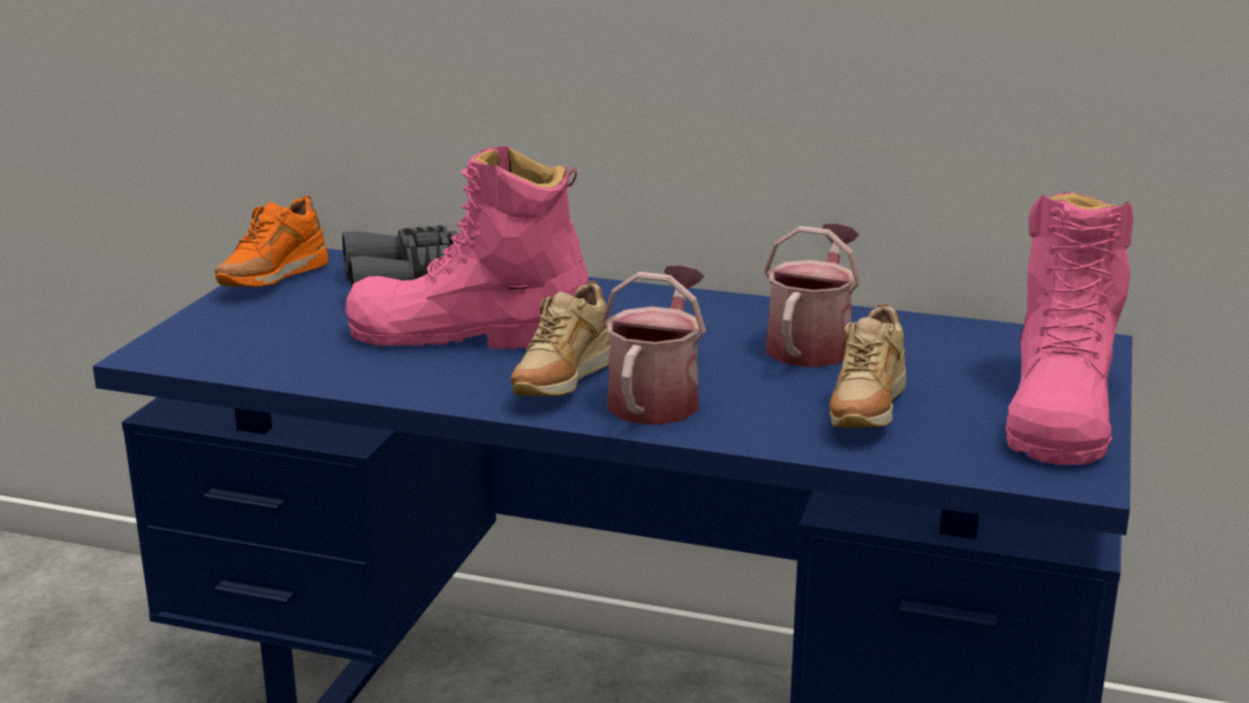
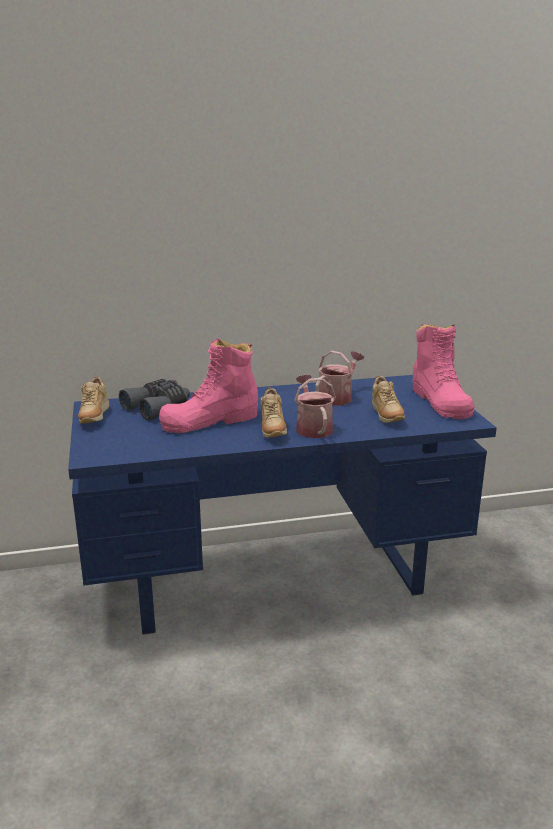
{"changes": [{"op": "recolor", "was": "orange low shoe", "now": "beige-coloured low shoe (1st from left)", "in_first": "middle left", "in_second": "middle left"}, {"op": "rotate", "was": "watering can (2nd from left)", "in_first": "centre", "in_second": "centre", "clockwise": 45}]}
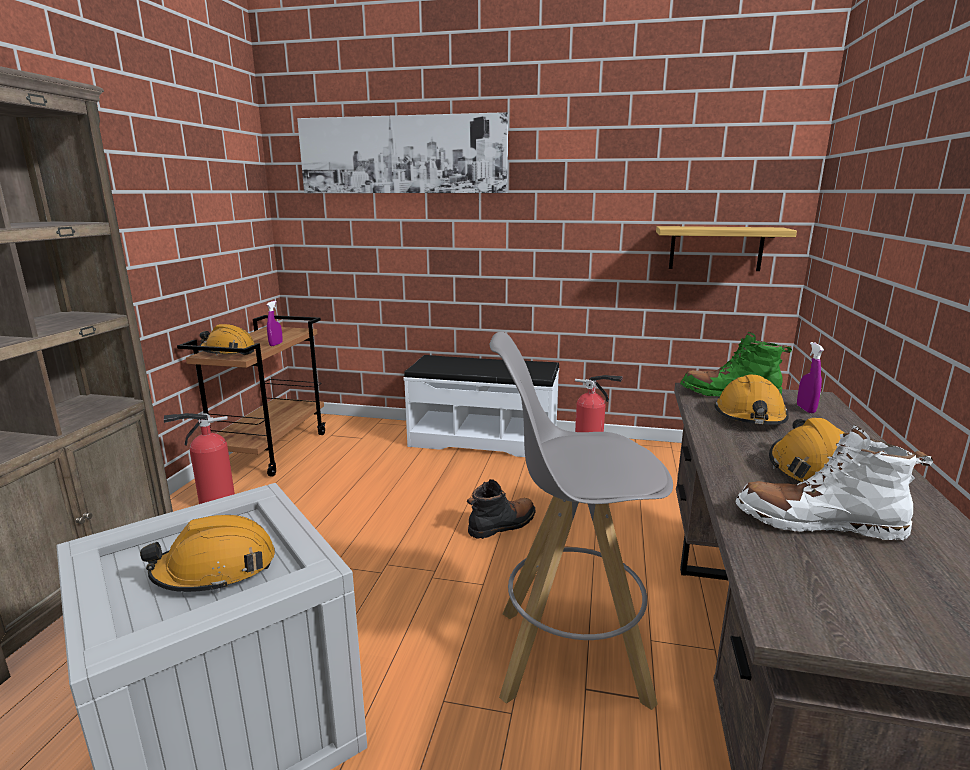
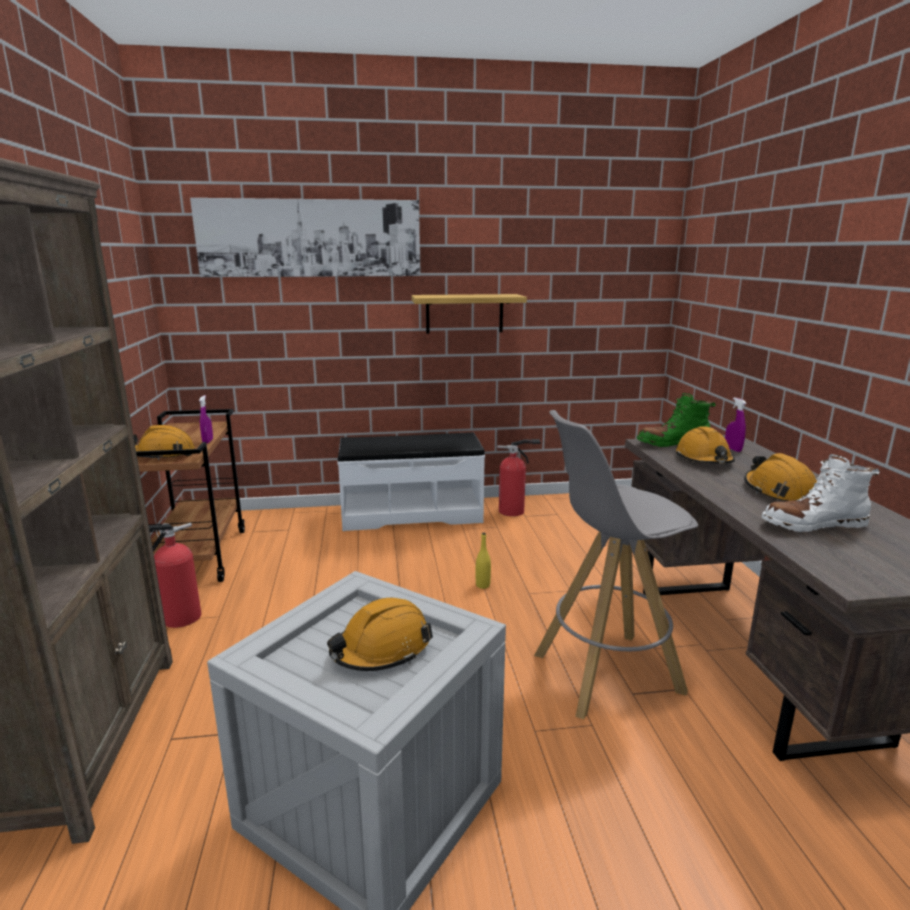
{"changes": [{"op": "move", "was": "wall shelf", "in_first": "top right", "in_second": "centre"}, {"op": "replace", "was": "black-coloured boot", "now": "yellow drink bottle", "in_first": "centre", "in_second": "centre"}]}
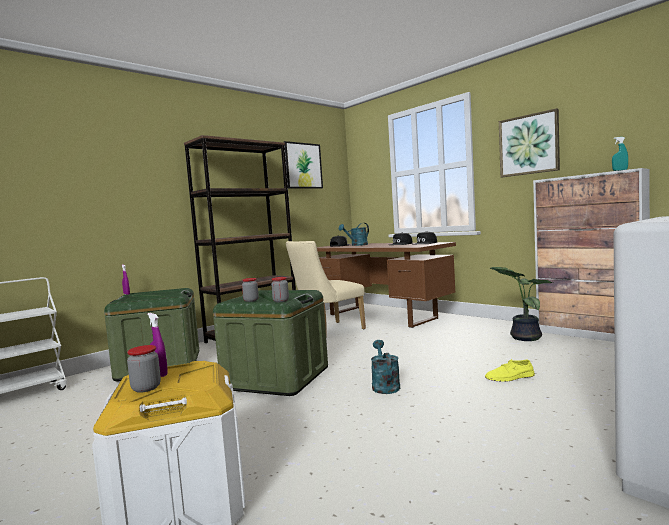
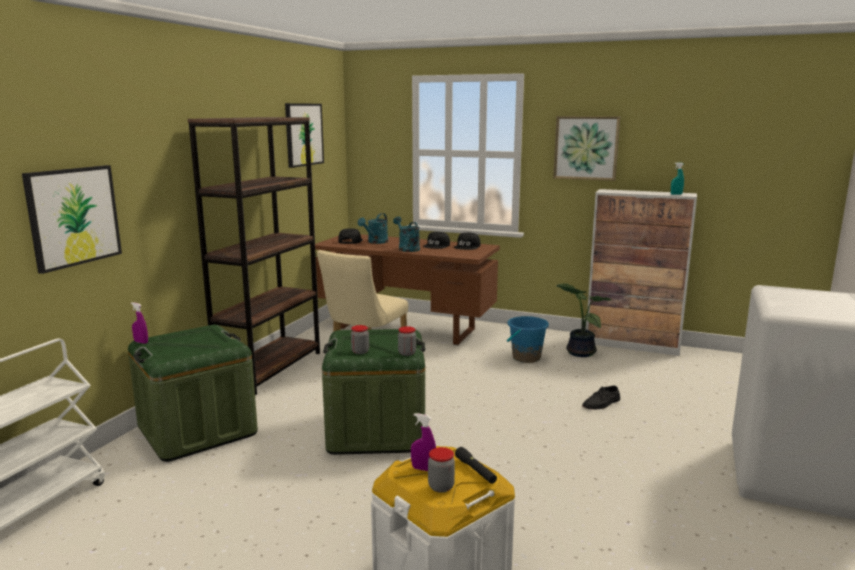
{"changes": [{"op": "insert", "now": "picture (1st from left)", "in_second": "middle left"}, {"op": "move", "was": "turquoise-coloured watering can (2nd from left)", "in_first": "bottom centre", "in_second": "centre"}, {"op": "insert", "now": "black-coloured flashlight", "in_second": "bottom centre"}, {"op": "insert", "now": "blue bucket", "in_second": "centre"}, {"op": "recolor", "was": "yellow low shoe", "now": "black-coloured low shoe", "in_first": "bottom right", "in_second": "bottom right"}]}
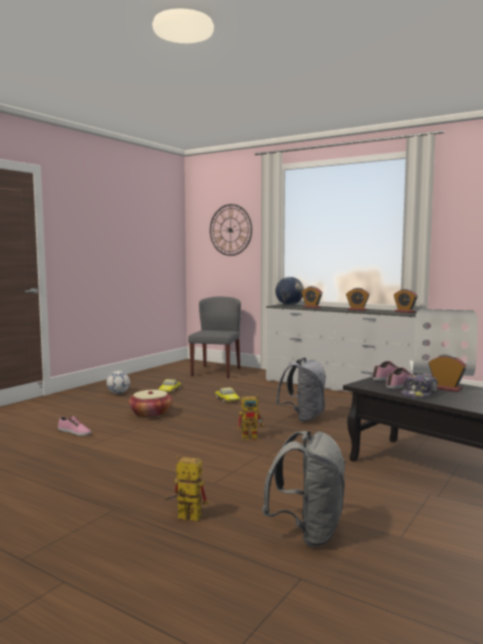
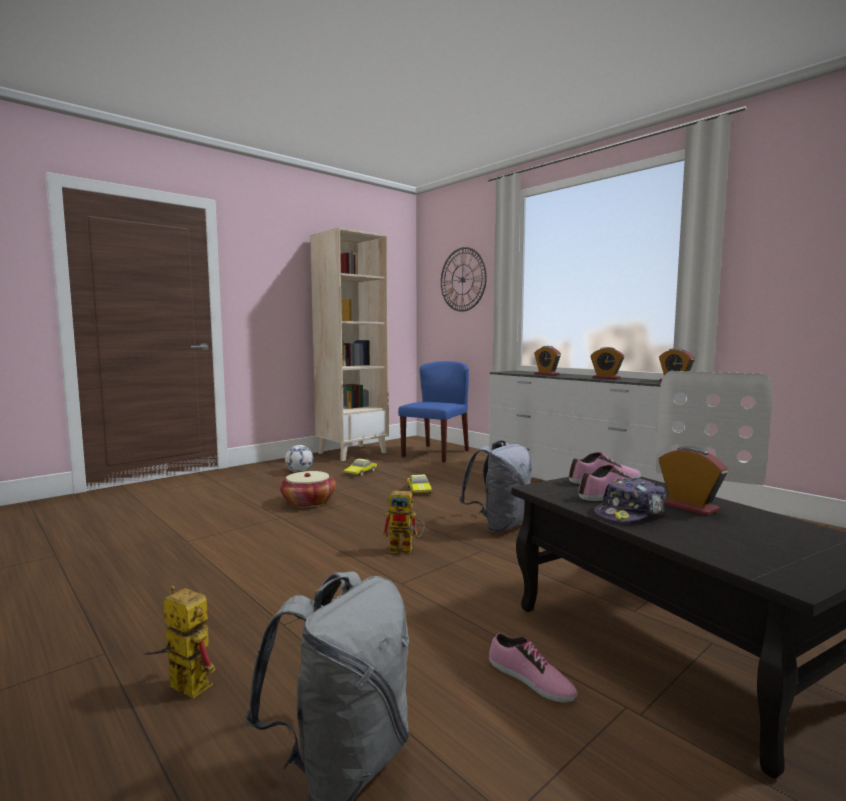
{"changes": [{"op": "insert", "now": "beige-coloured bookcase", "in_second": "centre"}, {"op": "recolor", "was": "grey plain chair", "now": "blue plain chair", "in_first": "centre", "in_second": "centre"}, {"op": "move", "was": "low shoe (1st from left)", "in_first": "middle left", "in_second": "bottom centre"}, {"op": "delete", "was": "world globe", "in_first": "centre"}]}
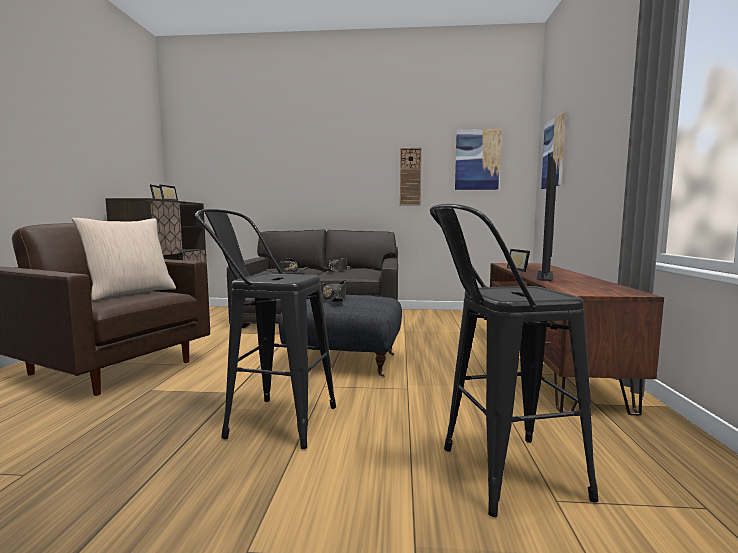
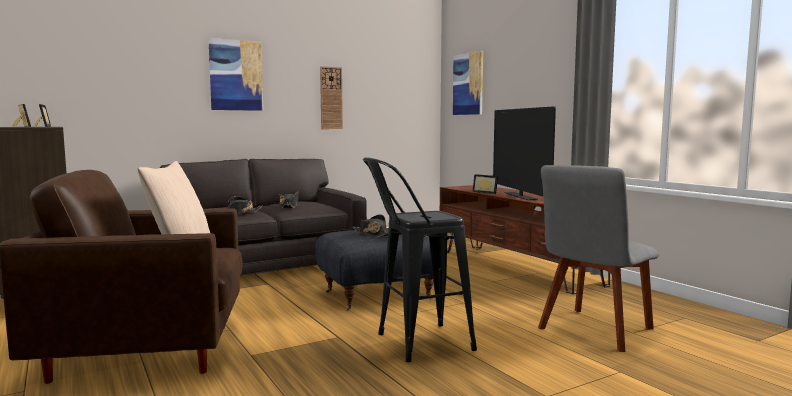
{"changes": [{"op": "move", "was": "picture (1st from left)", "in_first": "top centre", "in_second": "top left"}, {"op": "replace", "was": "black-coloured stool (2nd from left)", "now": "grey plain chair", "in_first": "middle right", "in_second": "middle right"}]}
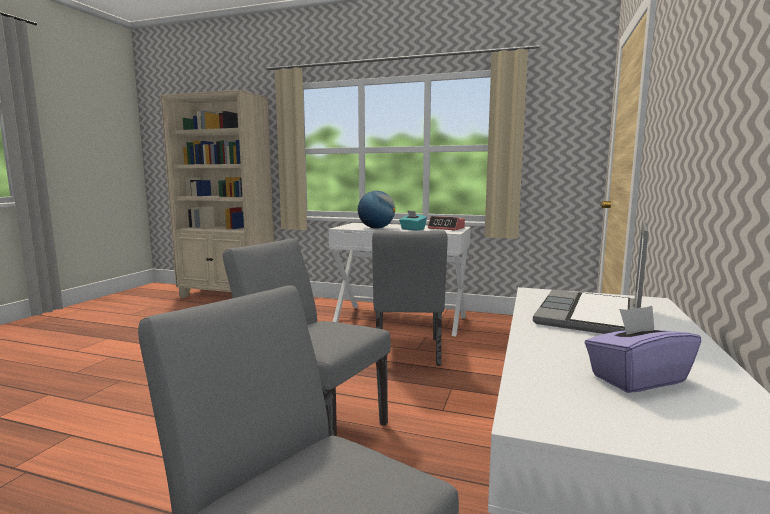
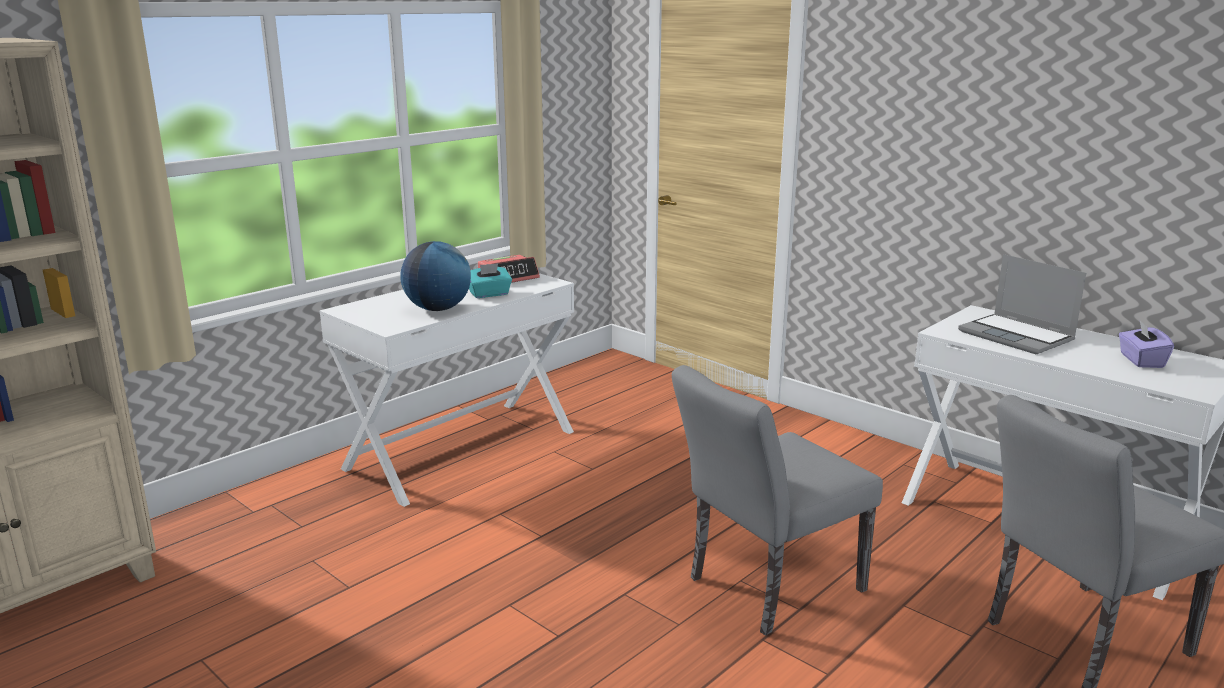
{"changes": [{"op": "delete", "was": "grey plain chair (3rd from left)", "in_first": "centre"}]}
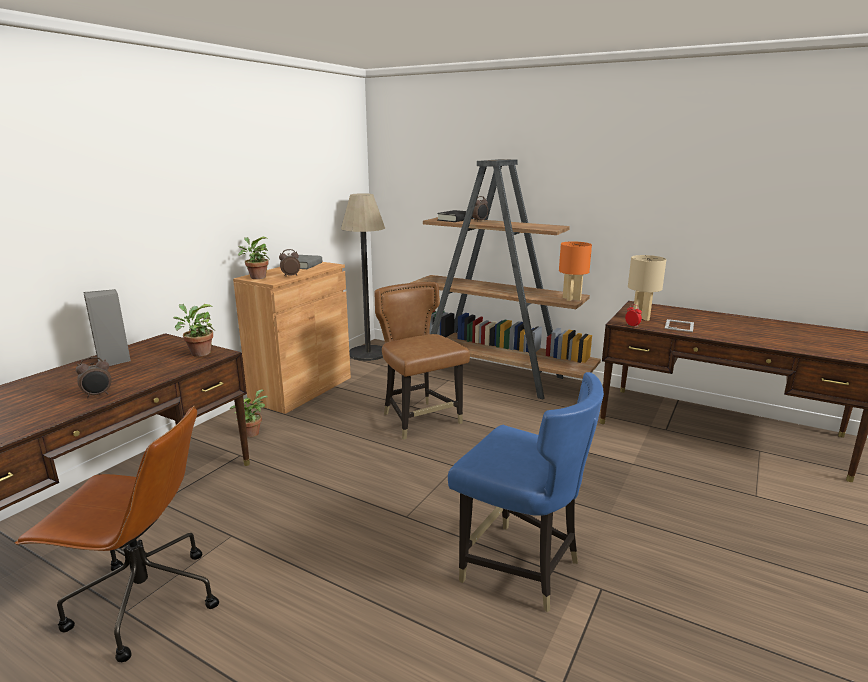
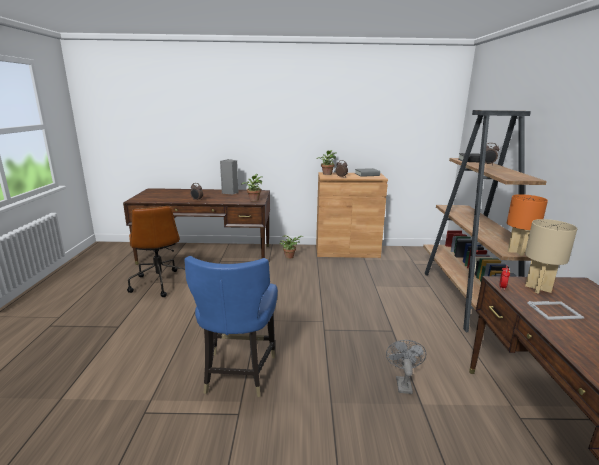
{"changes": [{"op": "insert", "now": "grey electric fan", "in_second": "bottom right"}, {"op": "delete", "was": "standing lamp", "in_first": "centre"}, {"op": "delete", "was": "brown-coloured plain chair", "in_first": "centre"}]}
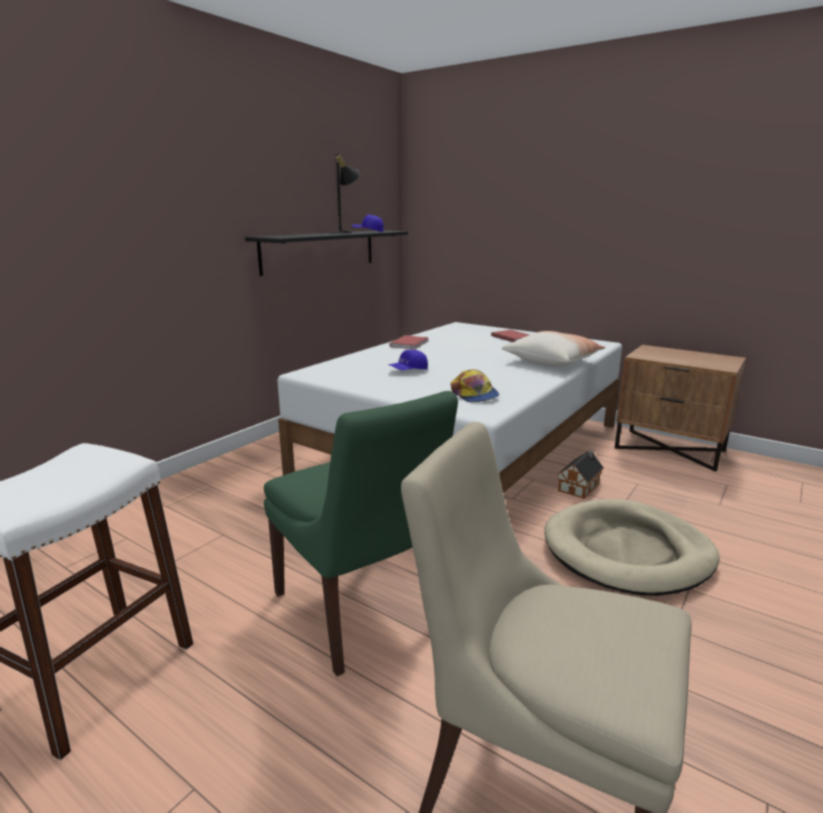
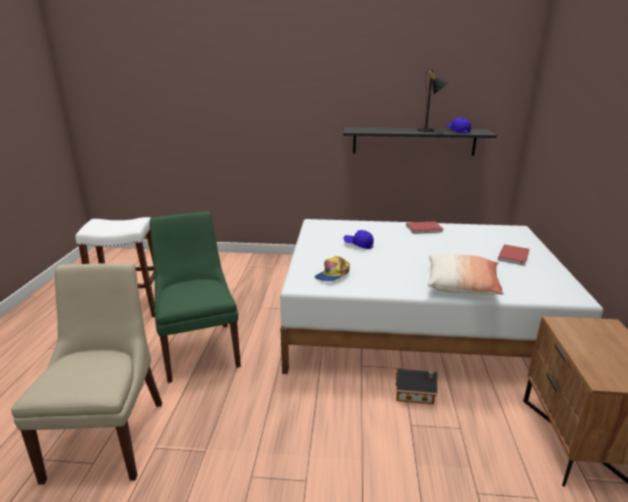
{"changes": [{"op": "rotate", "was": "greenish plain chair", "in_first": "centre", "in_second": "middle left", "clockwise": 135}, {"op": "delete", "was": "beige-coloured pet bed", "in_first": "bottom right"}]}
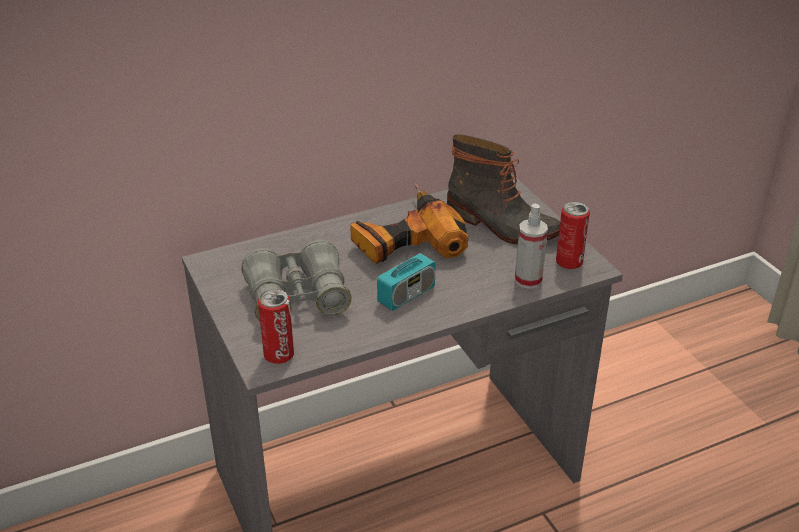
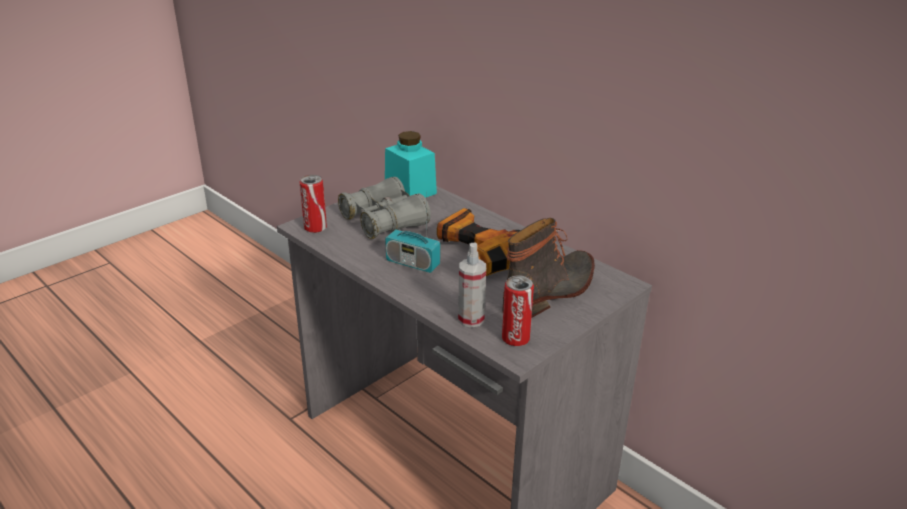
{"changes": [{"op": "insert", "now": "turquoise-coloured storage jar", "in_second": "top centre"}, {"op": "rotate", "was": "boot", "in_first": "centre", "in_second": "centre", "clockwise": -150}]}
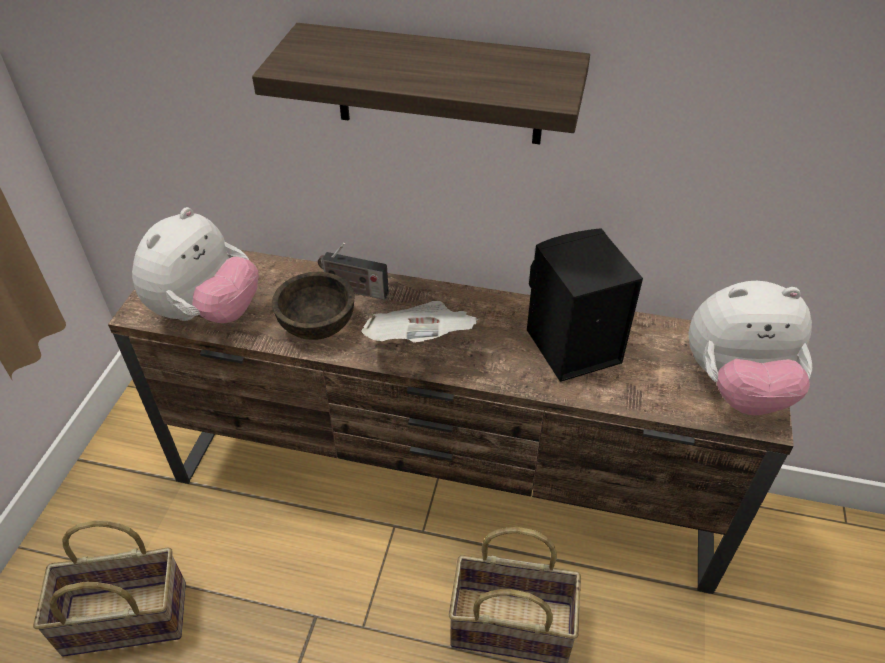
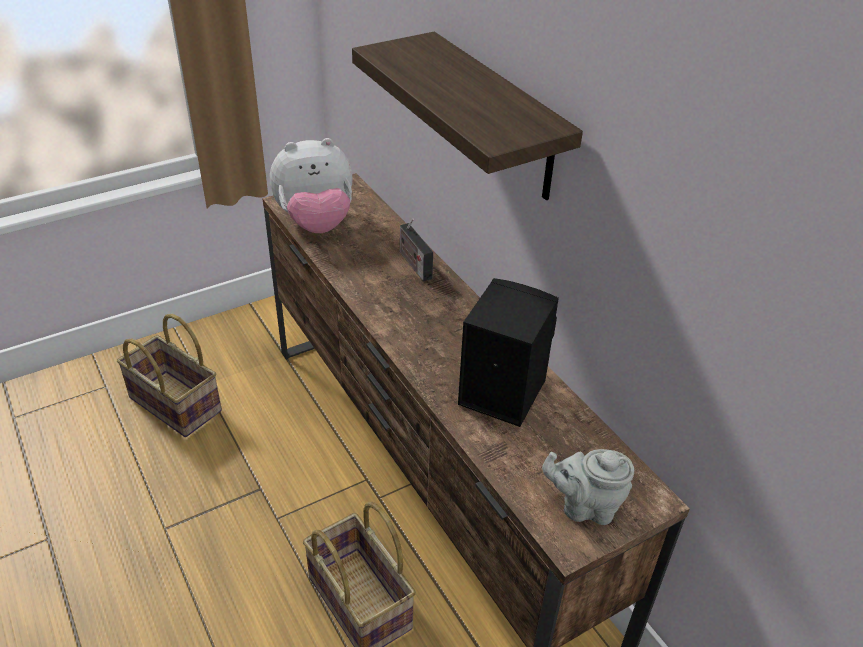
{"changes": [{"op": "replace", "was": "cuddly toy (2nd from left)", "now": "grey tea pot", "in_first": "middle right", "in_second": "bottom right"}, {"op": "delete", "was": "brown-coloured bowl", "in_first": "centre"}, {"op": "delete", "was": "newspaper", "in_first": "centre"}]}
